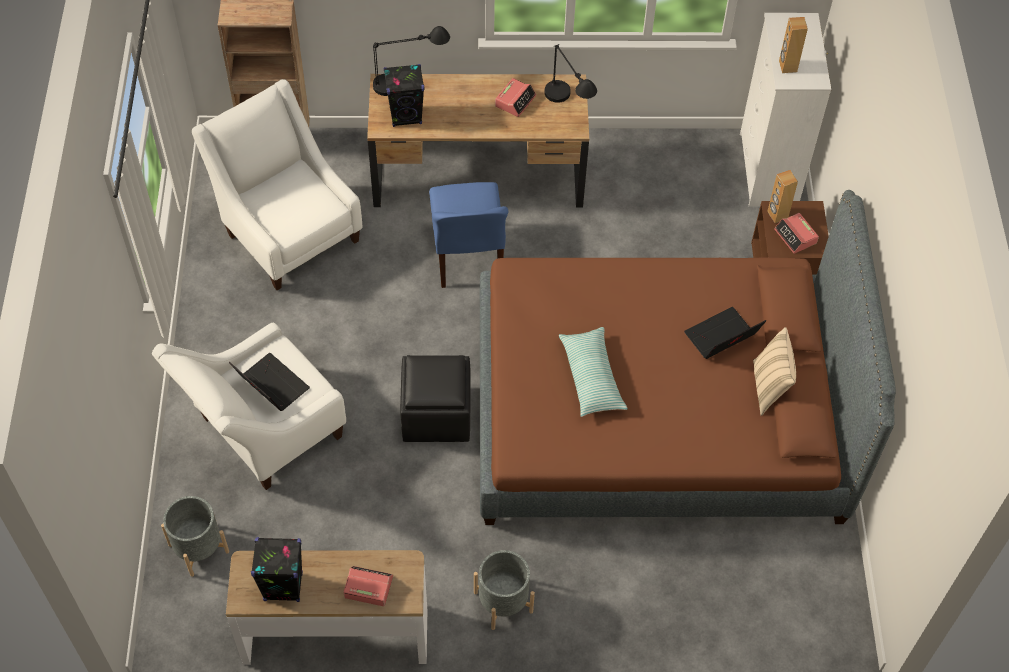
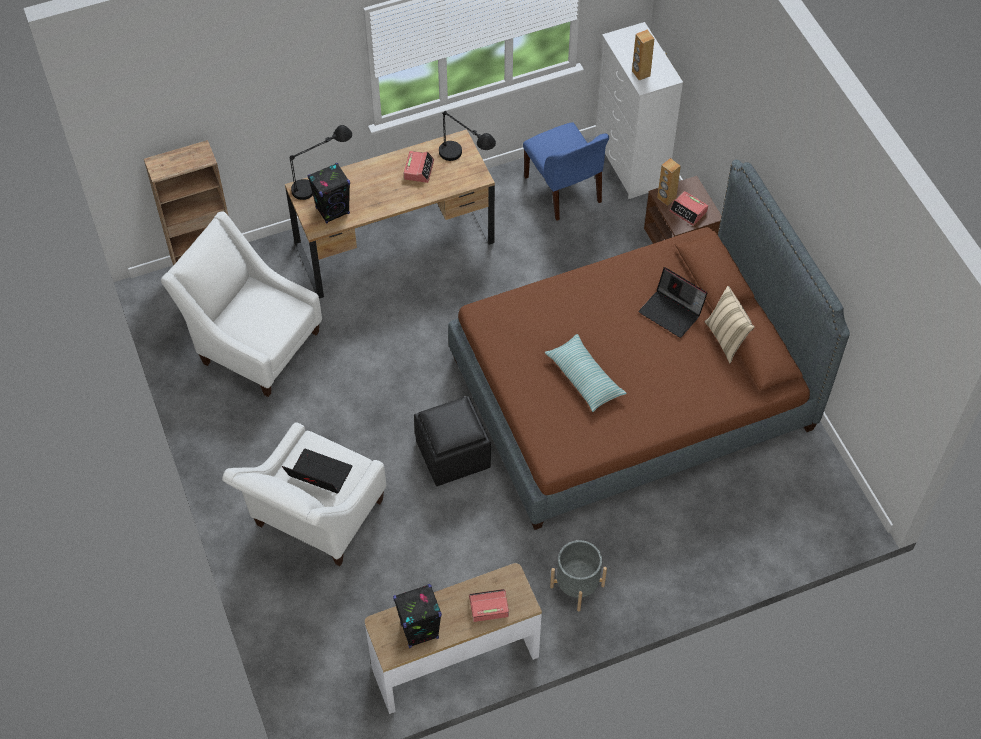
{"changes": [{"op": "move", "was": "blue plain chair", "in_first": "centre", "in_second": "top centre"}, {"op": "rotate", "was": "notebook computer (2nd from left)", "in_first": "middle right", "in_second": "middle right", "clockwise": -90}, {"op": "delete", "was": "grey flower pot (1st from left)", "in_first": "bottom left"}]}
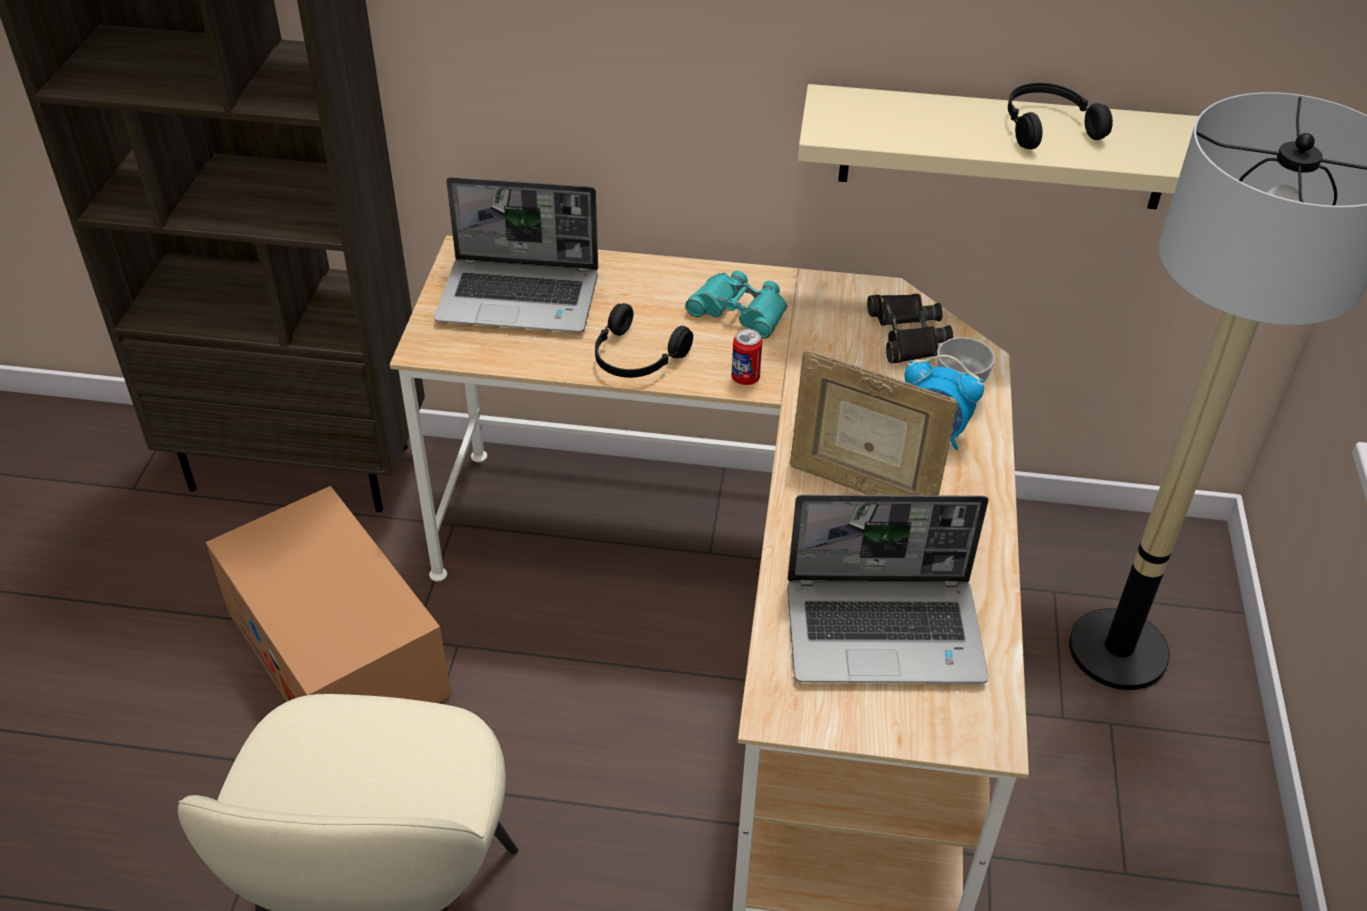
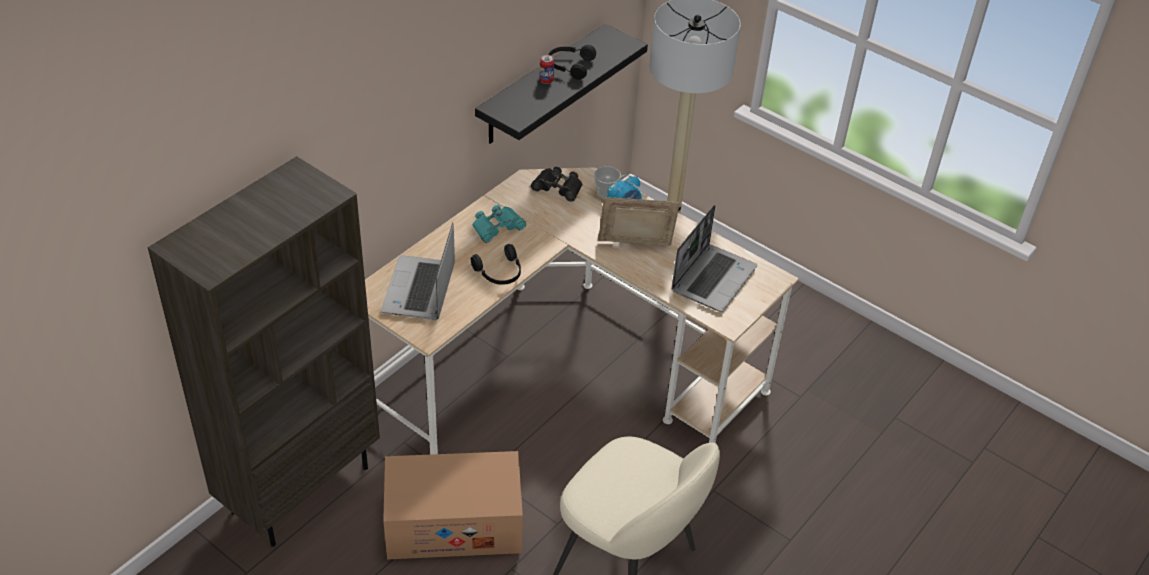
{"changes": [{"op": "rotate", "was": "notebook computer (1st from left)", "in_first": "top centre", "in_second": "centre", "clockwise": 150}, {"op": "recolor", "was": "beige-coloured wall shelf", "now": "black-coloured wall shelf", "in_first": "top right", "in_second": "top centre"}, {"op": "move", "was": "can", "in_first": "centre", "in_second": "top centre"}, {"op": "rotate", "was": "picture frame", "in_first": "centre", "in_second": "centre", "clockwise": -150}]}
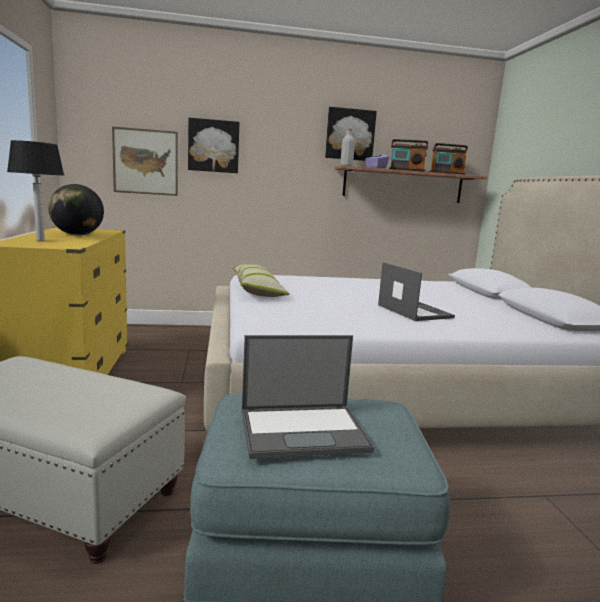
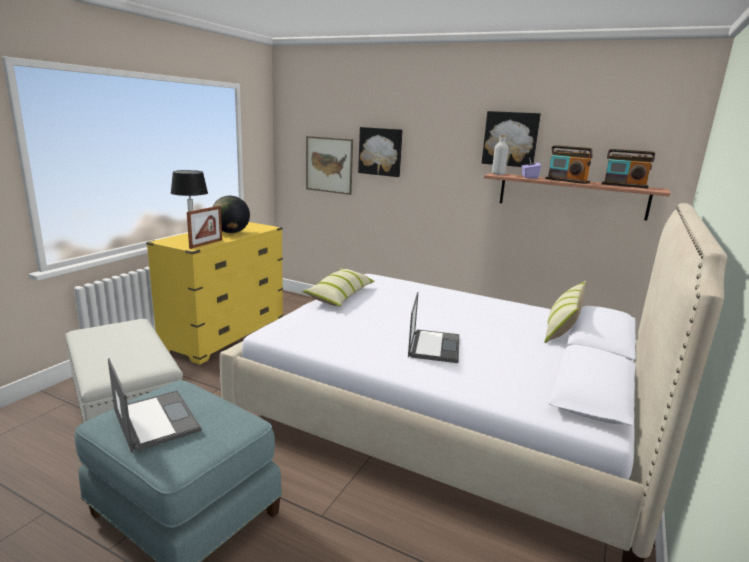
{"changes": [{"op": "rotate", "was": "notebook computer (1st from left)", "in_first": "centre", "in_second": "bottom left", "clockwise": -150}, {"op": "insert", "now": "picture frame", "in_second": "middle left"}, {"op": "insert", "now": "cushion (2nd from left)", "in_second": "middle right"}]}
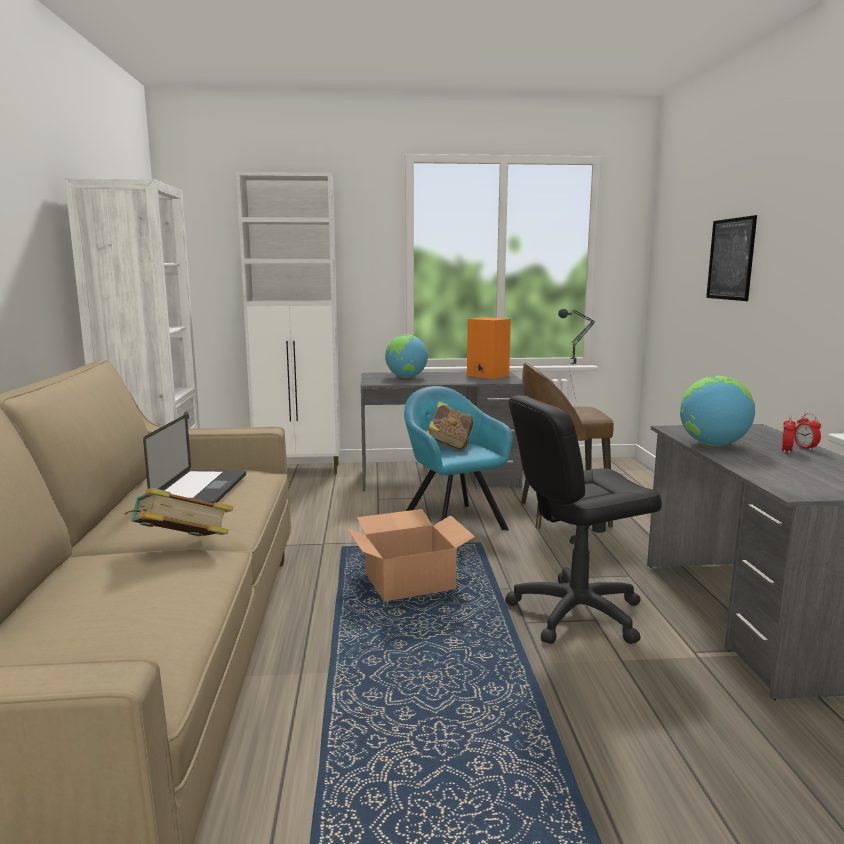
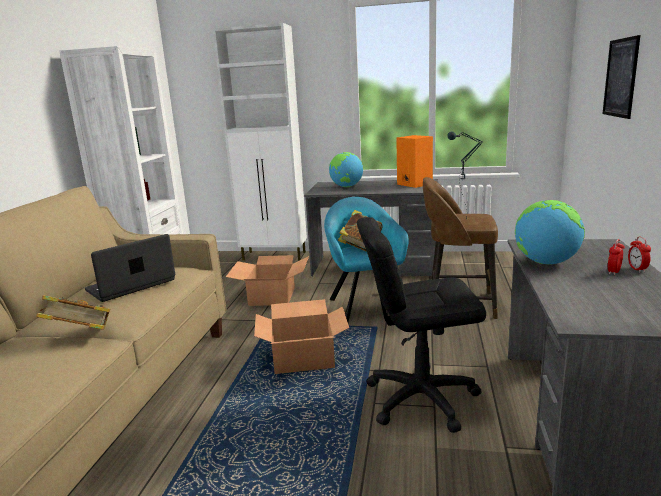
{"changes": [{"op": "rotate", "was": "notebook computer", "in_first": "middle left", "in_second": "middle left", "clockwise": -150}, {"op": "insert", "now": "cardboard box (1st from left)", "in_second": "centre"}]}
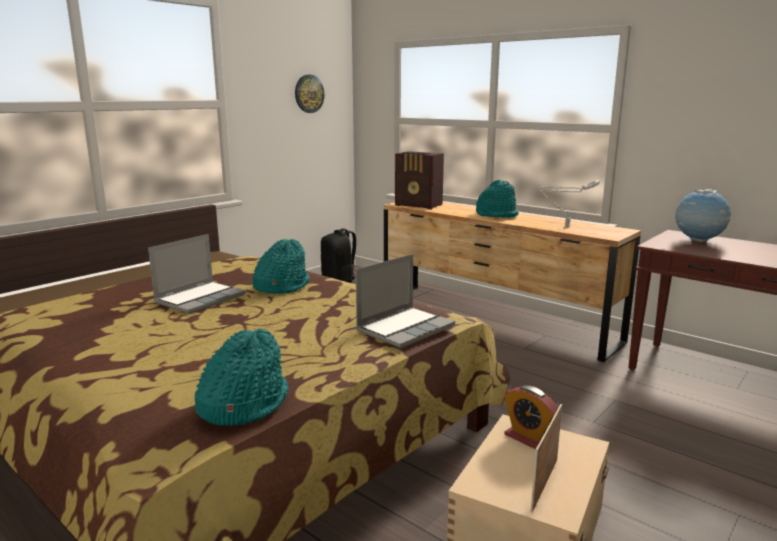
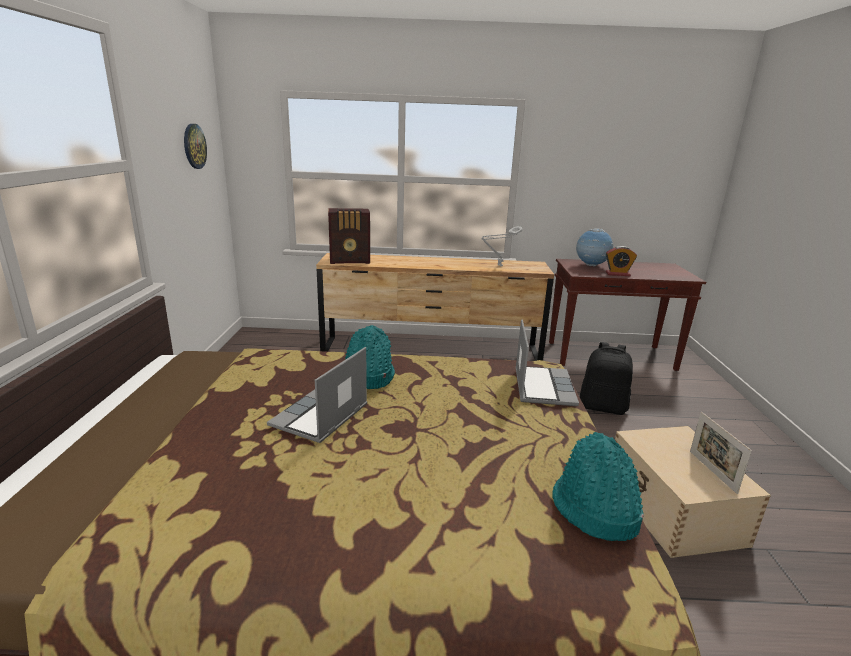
{"changes": [{"op": "rotate", "was": "notebook computer (1st from left)", "in_first": "middle left", "in_second": "centre", "clockwise": -150}, {"op": "move", "was": "black-coloured backpack", "in_first": "centre", "in_second": "middle right"}, {"op": "move", "was": "bedside clock", "in_first": "bottom right", "in_second": "middle right"}, {"op": "delete", "was": "turquoise-coloured clothing hat (3rd from left)", "in_first": "centre"}]}
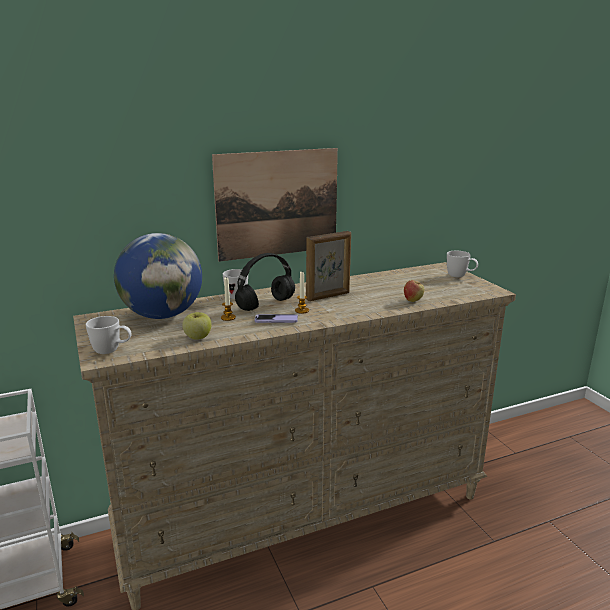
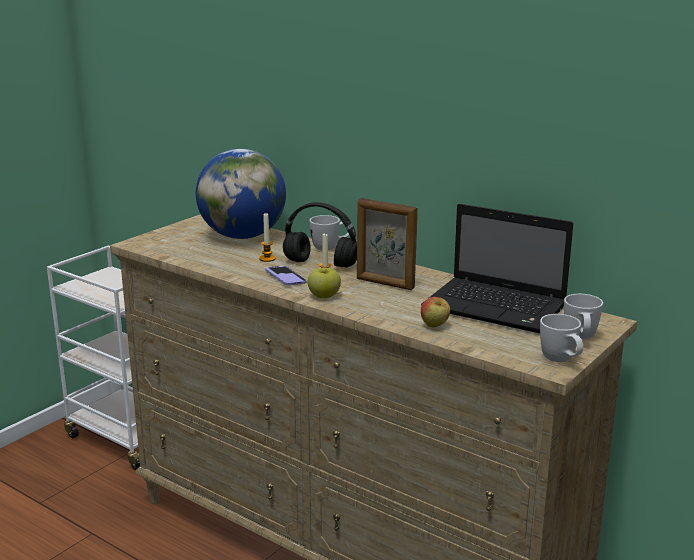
{"changes": [{"op": "move", "was": "apple fruit (1st from left)", "in_first": "middle left", "in_second": "centre"}, {"op": "insert", "now": "notebook computer", "in_second": "middle right"}, {"op": "move", "was": "white-coloured mug (1st from left in the first image)", "now": "white-coloured mug (2nd from left)", "in_first": "middle left", "in_second": "middle right"}, {"op": "delete", "was": "picture", "in_first": "centre"}]}
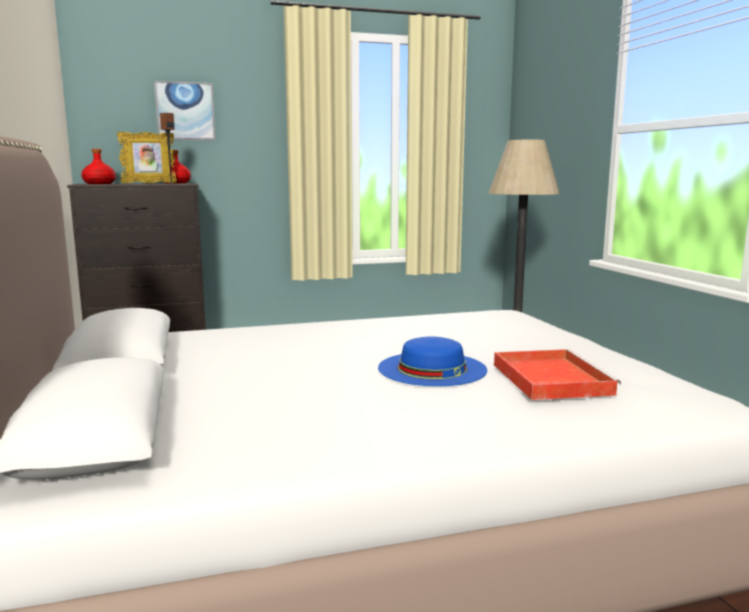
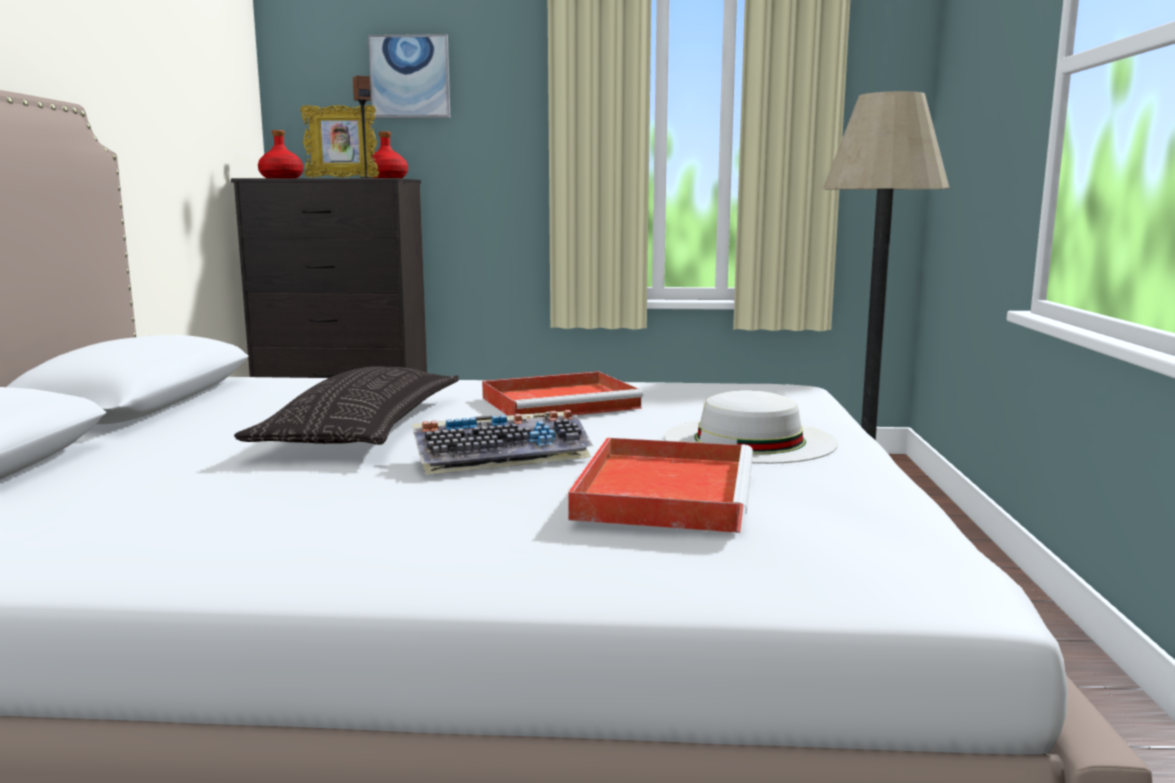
{"changes": [{"op": "insert", "now": "cushion", "in_second": "middle left"}, {"op": "replace", "was": "blue clothing hat", "now": "keyboard", "in_first": "centre", "in_second": "centre"}, {"op": "insert", "now": "red-coloured tray (1st from left)", "in_second": "centre"}, {"op": "insert", "now": "white-coloured clothing hat", "in_second": "centre"}]}
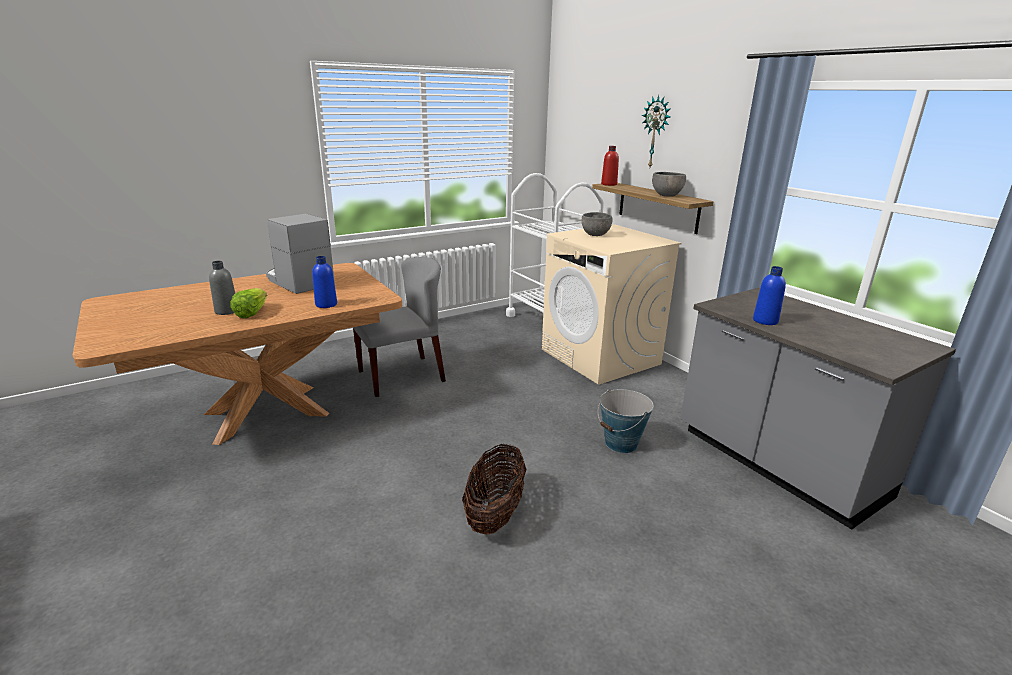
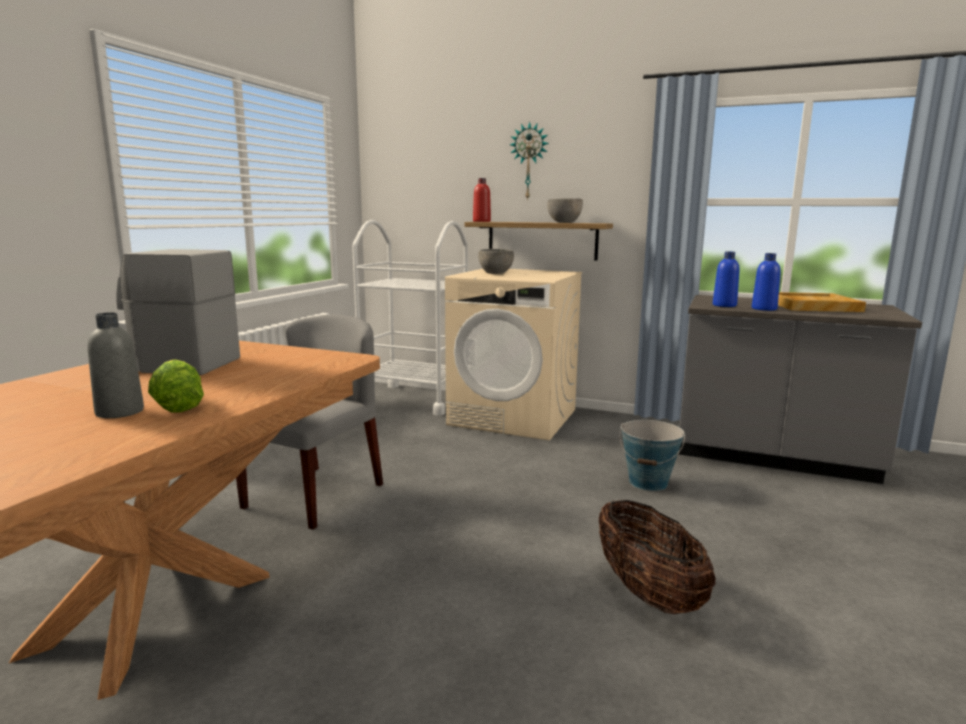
{"changes": [{"op": "move", "was": "blue drink bottle (1st from left)", "in_first": "middle left", "in_second": "middle right"}, {"op": "insert", "now": "beige-coloured tray", "in_second": "middle right"}]}
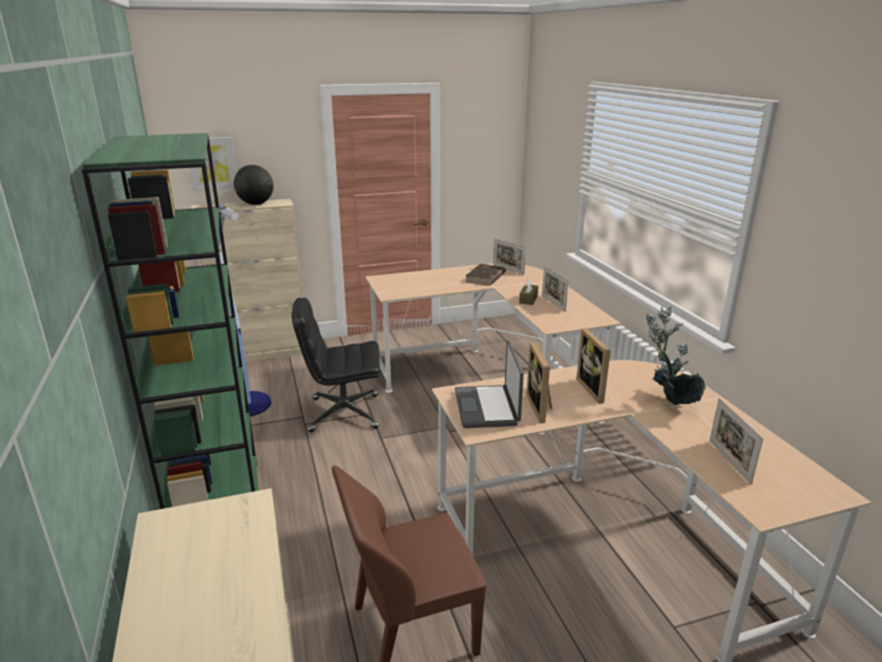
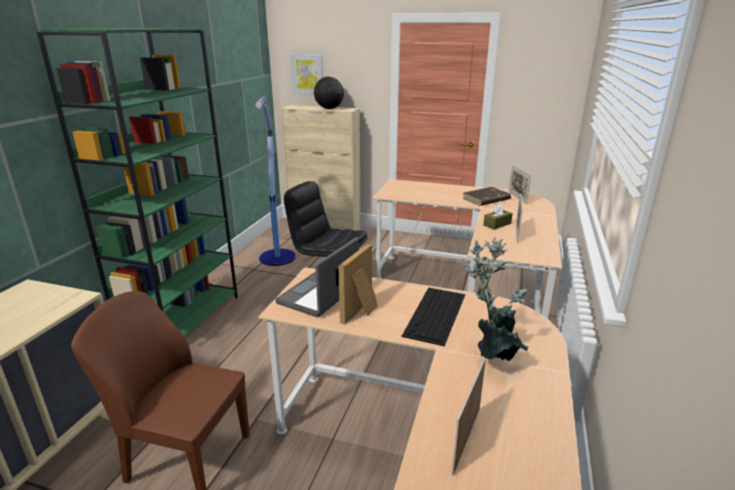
{"changes": [{"op": "replace", "was": "picture frame (4th from left)", "now": "keyboard", "in_first": "middle right", "in_second": "centre"}]}
